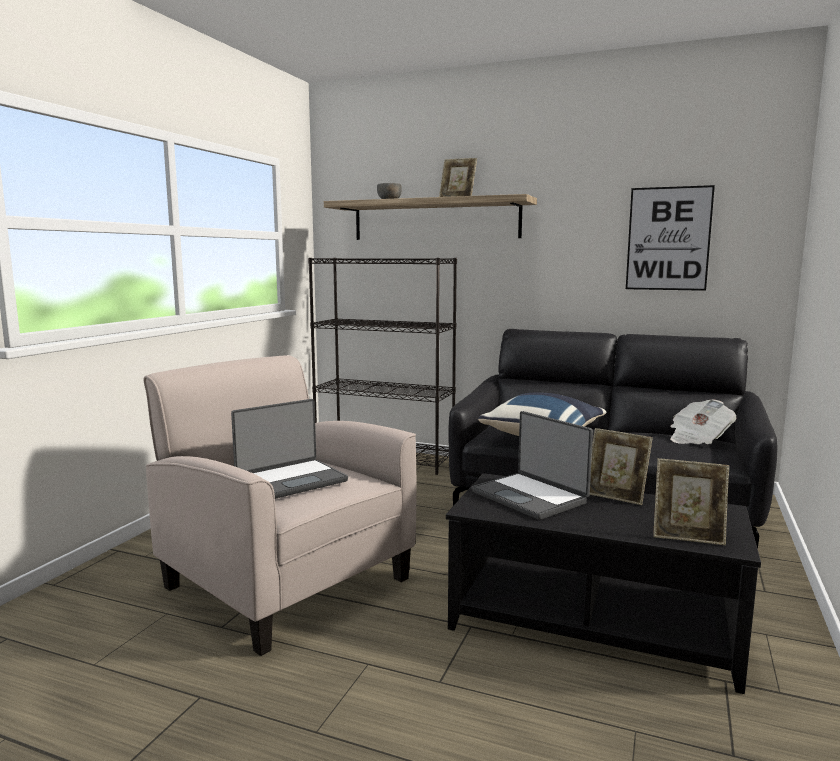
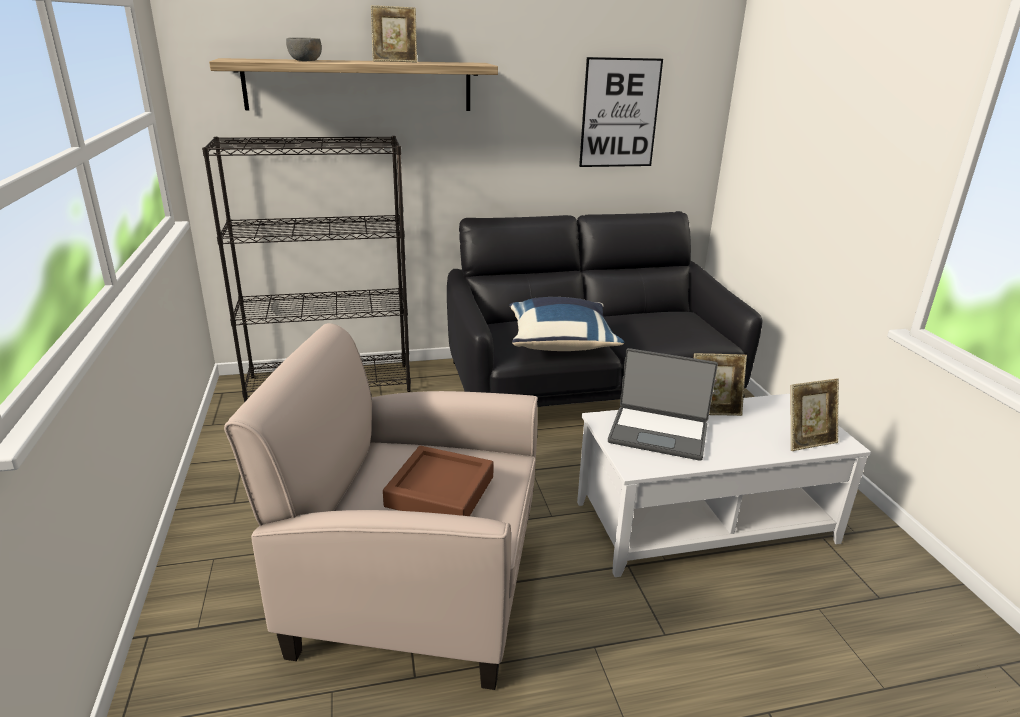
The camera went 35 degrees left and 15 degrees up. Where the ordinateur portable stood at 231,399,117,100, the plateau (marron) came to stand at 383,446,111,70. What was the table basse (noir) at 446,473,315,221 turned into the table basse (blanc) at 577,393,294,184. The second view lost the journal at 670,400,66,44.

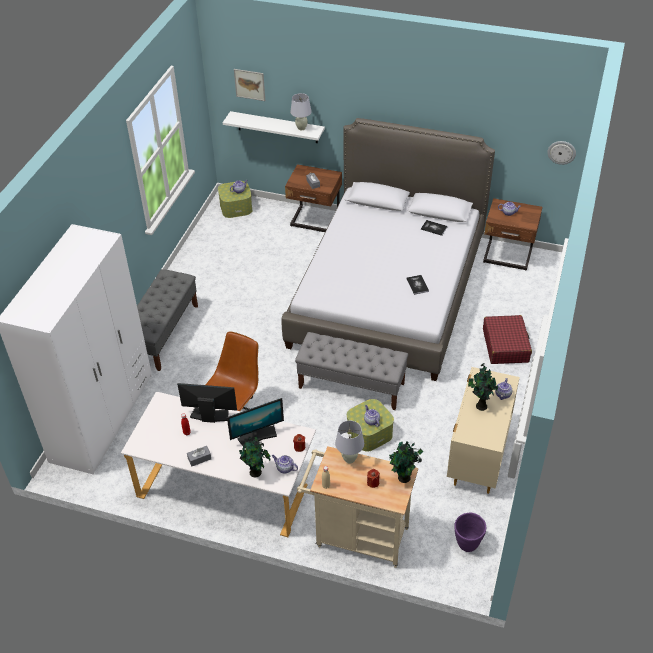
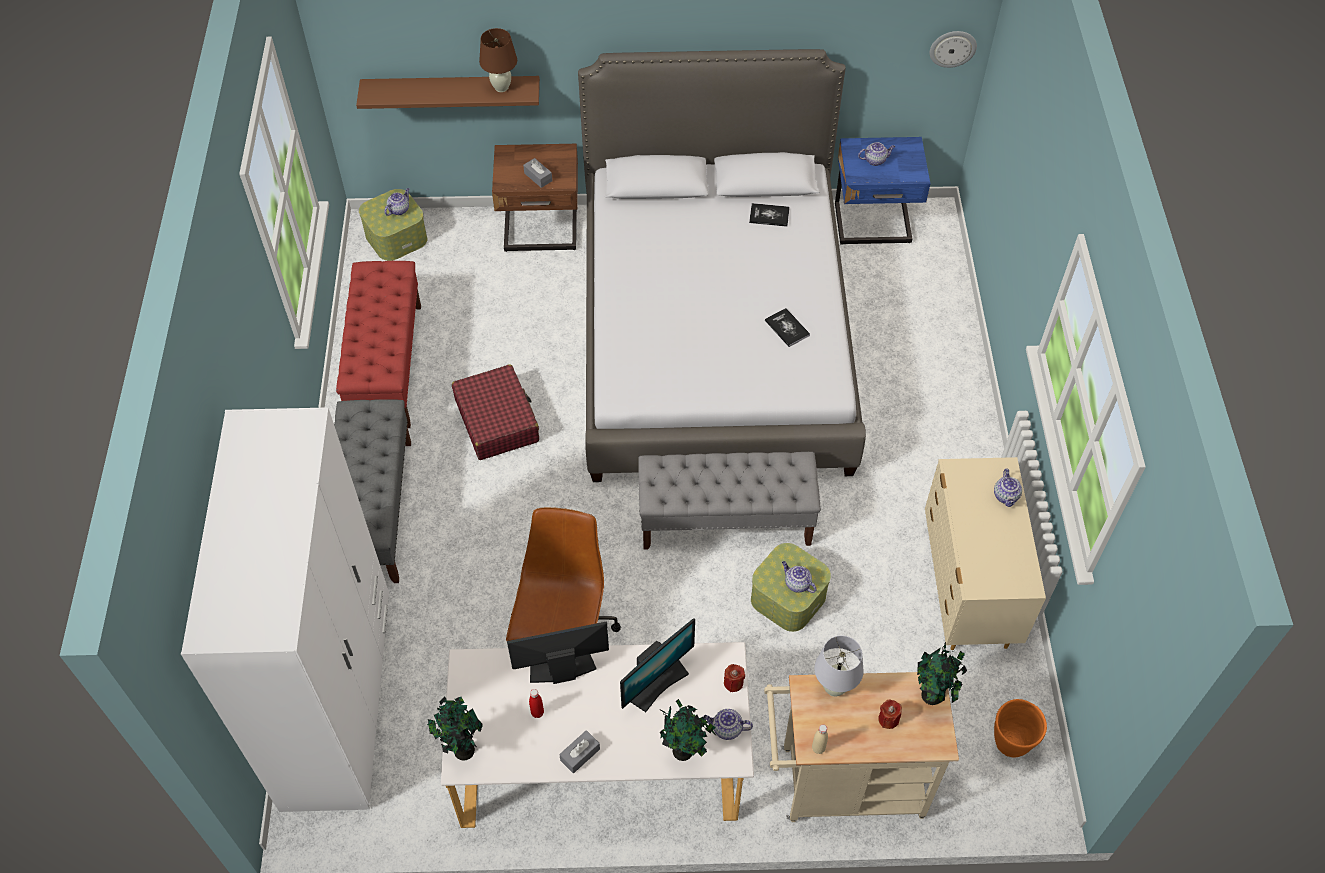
The camera went 20 degrees left and 10 degrees up. The second view gained the banc (rouge) at 336,261,85,167. What was the étagère (blanc) at 223,111,102,32 turned into the étagère (marron) at 356,76,184,33. The plante en pot ended up elsewhere, having gone from 468,363,30,48 to 427,696,56,65. The valise (rouge) ended up elsewhere, having gone from 483,315,49,49 to 452,364,87,96. What was the lampe de table (blanc) at 290,93,22,38 turned into the lampe de table (marron) at 479,28,38,64. What was the table de chevet (marron) at 483,198,59,73 turned into the table de chevet (bleu) at 835,137,96,108. What was the cache-pot (violet) at 454,513,32,39 turned into the cache-pot (orange) at 994,699,53,59. The second view lost the tableau at 234,69,31,32.

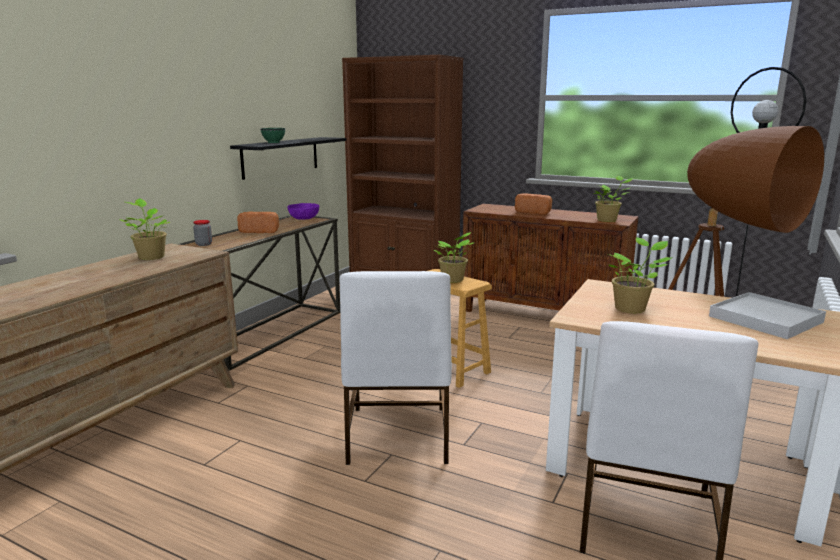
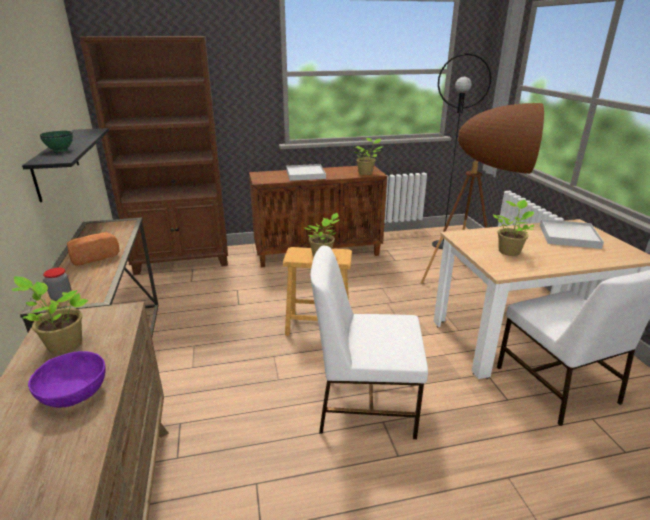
The camera went 40 degrees left and 10 degrees up. The bol (violet) ended up elsewhere, having gone from 287,203,32,17 to 28,351,78,57. Where the pain stood at 515,194,37,21, the plateau (blanc) came to stand at 286,164,40,17. The chaise (blanc) at 340,271,112,194 ended up facing another way, 135 degrees clockwise from before.

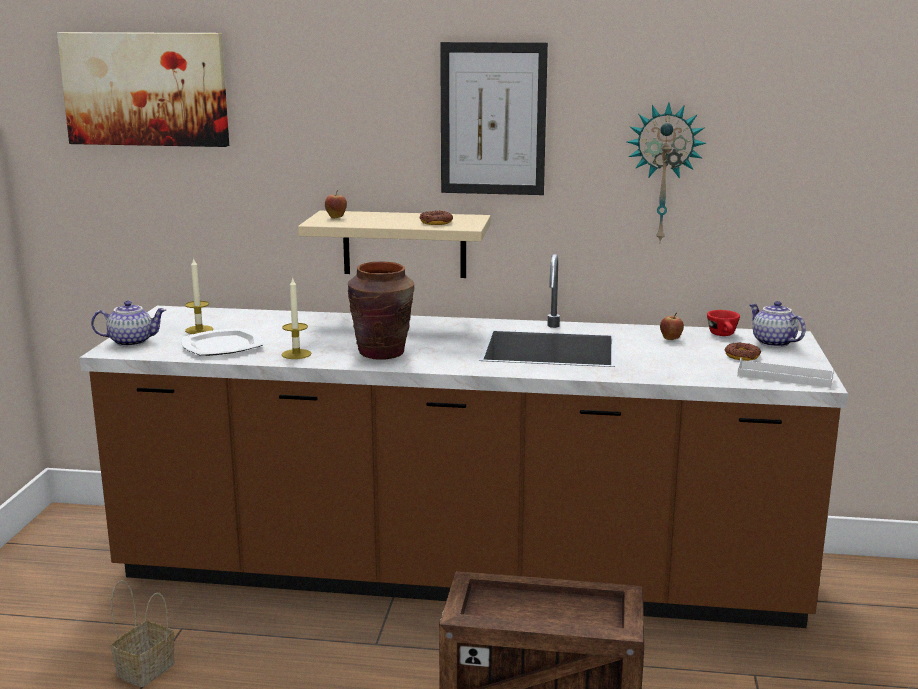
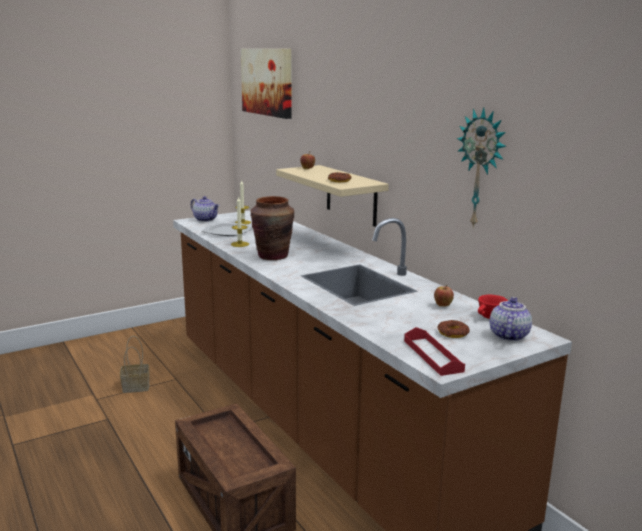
The camera went 50 degrees right and 0 degrees up. What was the plateau (blanc) at 737,357,96,31 turned into the plateau (rouge) at 404,327,61,49. The second view lost the tableau at 440,42,108,153.

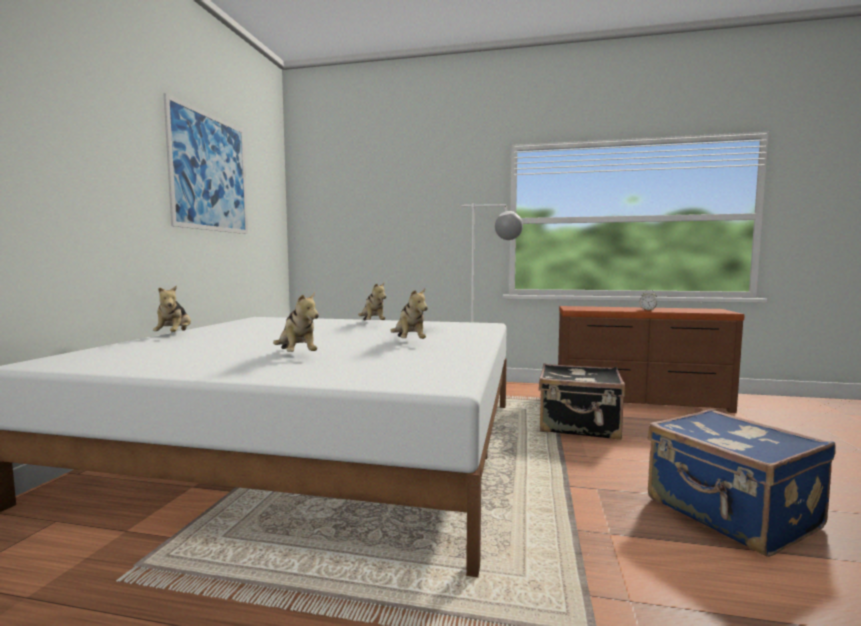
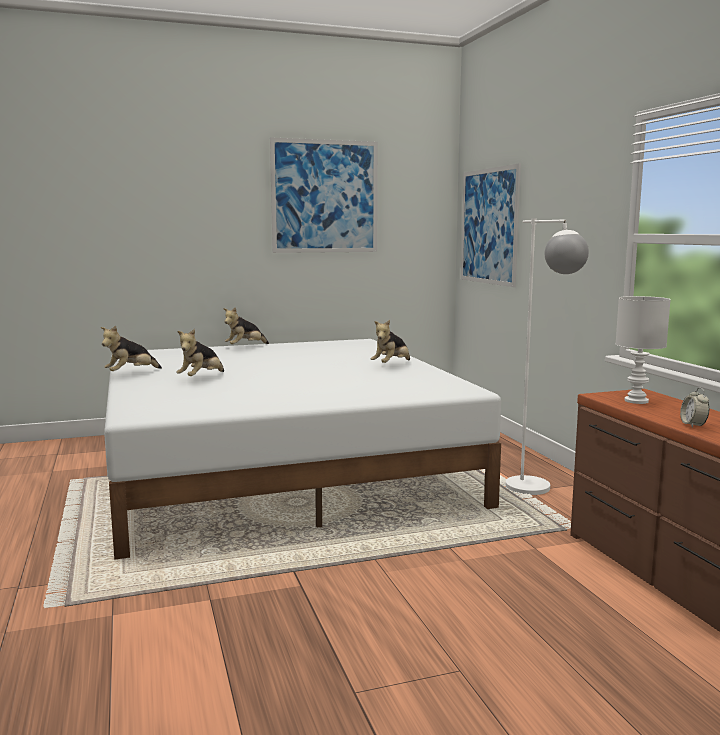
The camera went 60 degrees right and 5 degrees up. The peluche ended up elsewhere, having gone from 390,288,38,51 to 101,326,61,45. The second view gained the tableau at 461,163,60,124. The second view gained the lampe de table (blanc) at 615,296,56,108. The second view lost the valise (noir) at 539,363,86,77. The second view lost the valise (bleu) at 648,409,188,148.

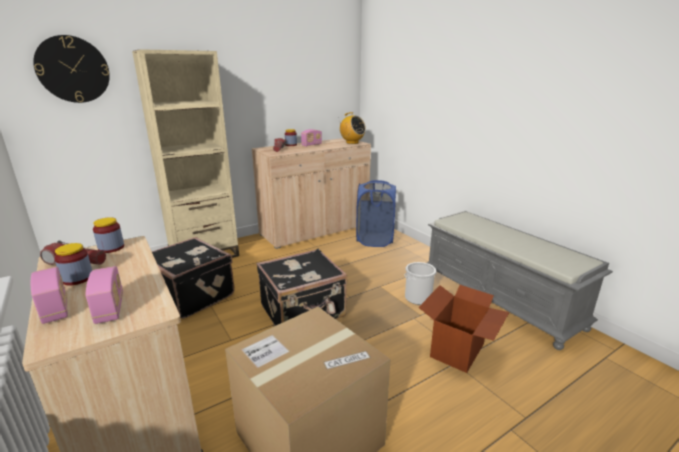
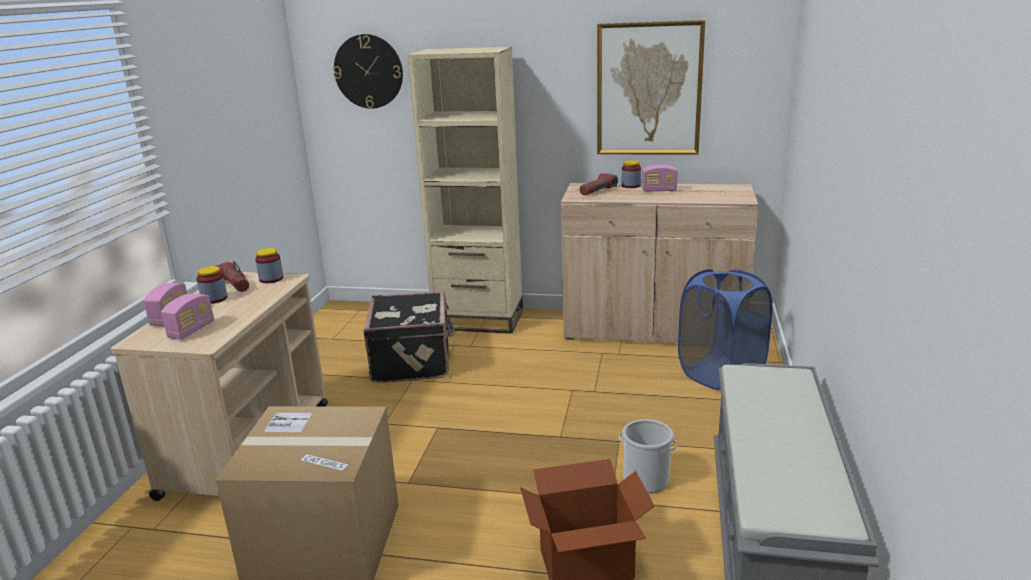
The camera went 45 degrees right and 0 degrees up. The second view gained the tableau at 597,20,108,134. The second view lost the valise (noir) at 257,249,90,77. The second view lost the radio at 340,112,26,32.

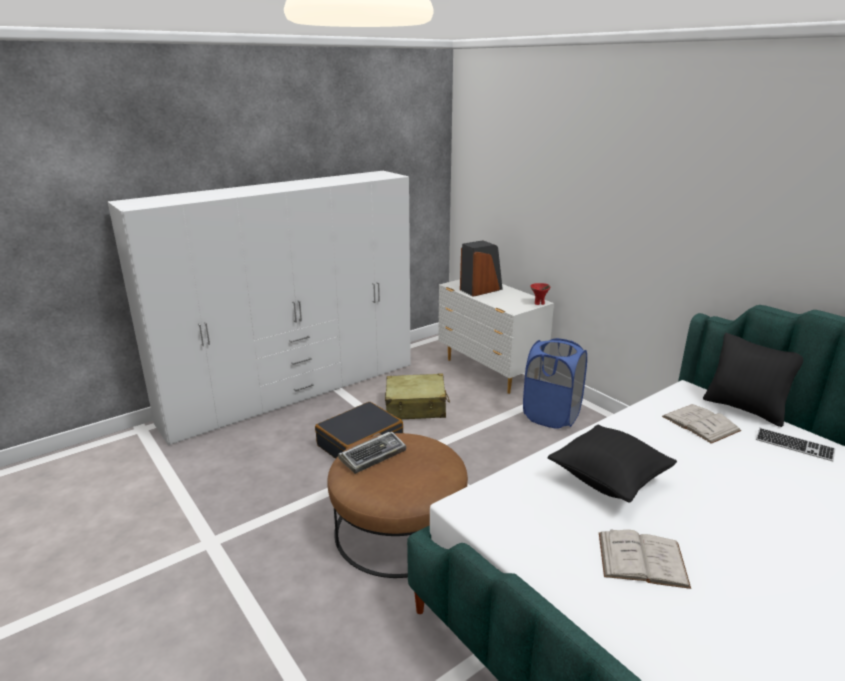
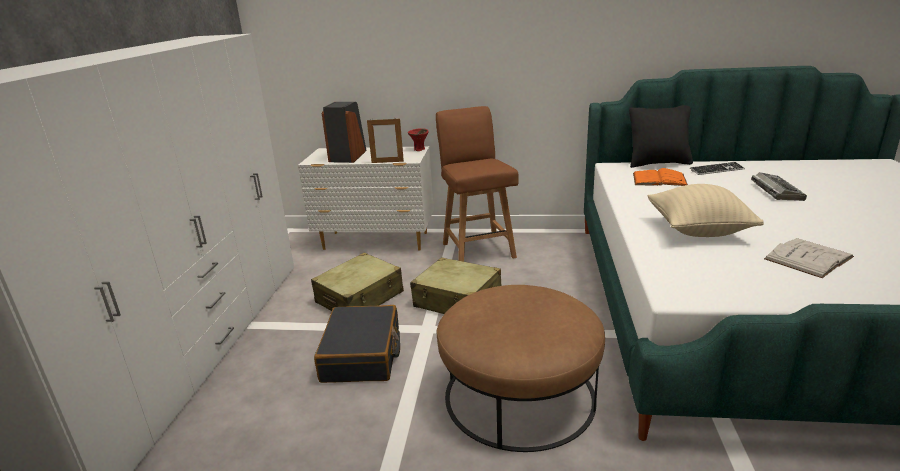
The camera went 45 degrees left and 0 degrees up. The second view gained the cadre photo at 367,117,37,46. The second view gained the valise (beige) at 410,257,91,57. Where the panier à linge (bleu) stood at 523,338,64,91, the chaise (marron) came to stand at 436,106,83,156. What was the livre (blanc) at 662,404,79,40 turned into the livre (orange) at 633,168,55,18. What was the coussin (noir) at 548,425,129,78 turned into the coussin (beige) at 648,184,116,53. The clavier ended up elsewhere, having gone from 338,432,68,42 to 751,172,56,29.

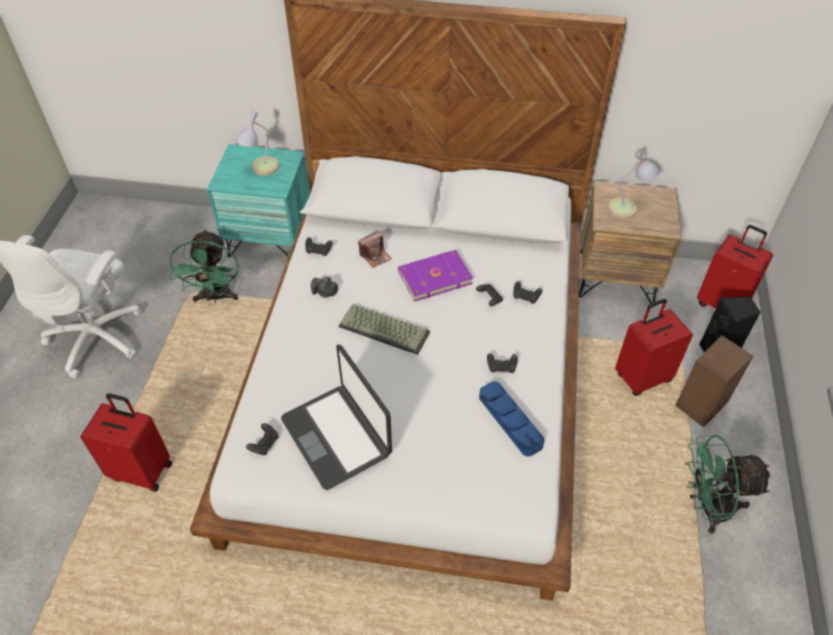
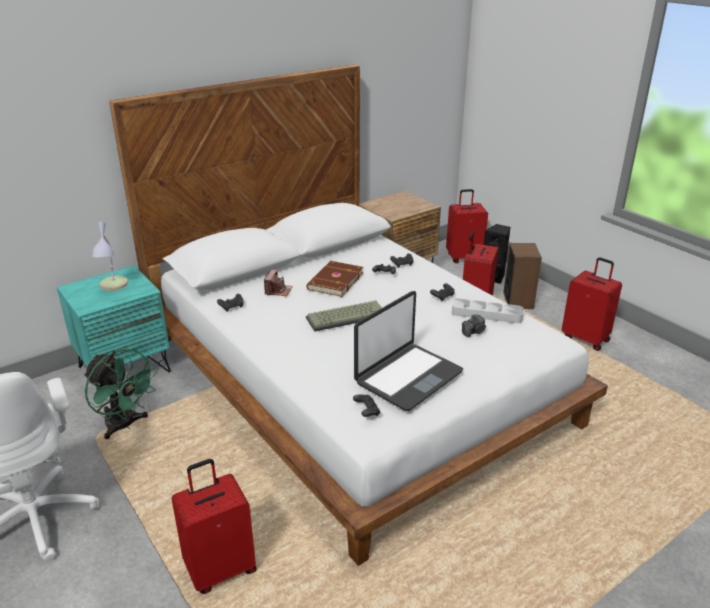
The camera went 45 degrees left and 20 degrees down. What was the livre (violet) at 398,250,75,52 turned into the livre (marron) at 307,261,56,36. The ordinateur portable at 281,344,111,146 ended up facing another way, 60 degrees counterclockwise from before. What was the plateau (bleu) at 479,381,66,75 turned into the plateau (gris) at 452,298,72,25. The appareil photo ended up elsewhere, having gone from 311,277,27,21 to 462,314,24,23. Where the ventilateur (vert) stood at 685,435,85,99, the valise (rouge) came to stand at 562,257,60,94. The second view lost the lampe de table at 608,149,51,70.

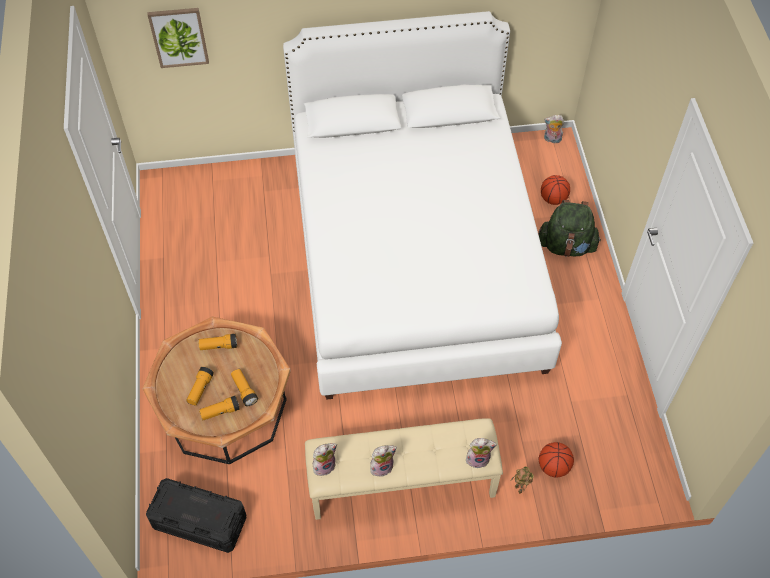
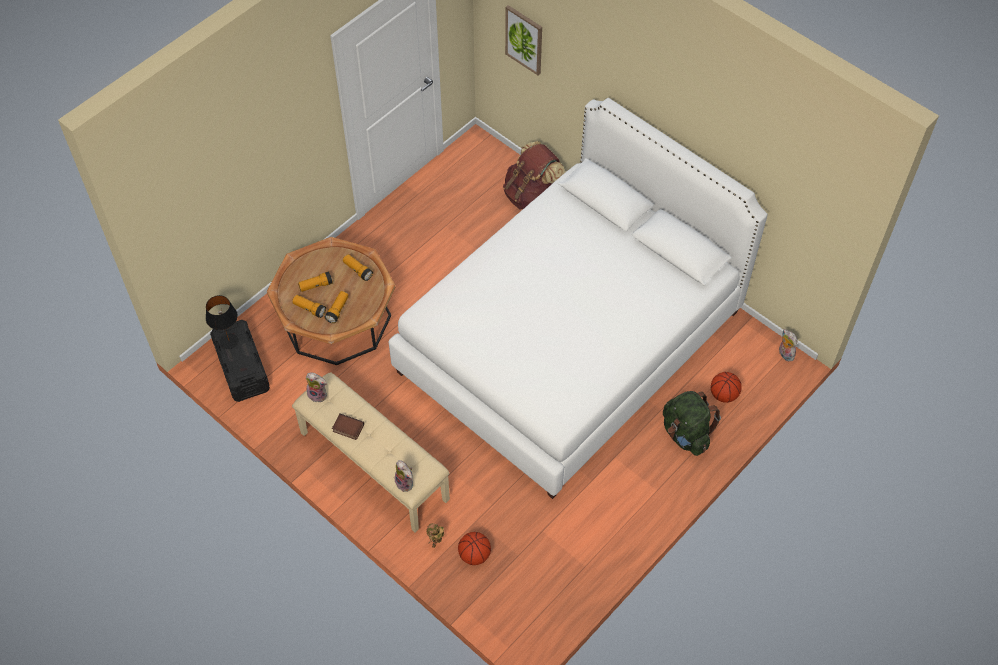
The camera went 50 degrees right and 0 degrees up. The second view gained the lampe de table (noir) at 206,295,32,54. Where the peluche stood at 370,445,27,32, the livre came to stand at 332,414,32,26. The second view gained the sac à dos (marron) at 503,141,62,68.

